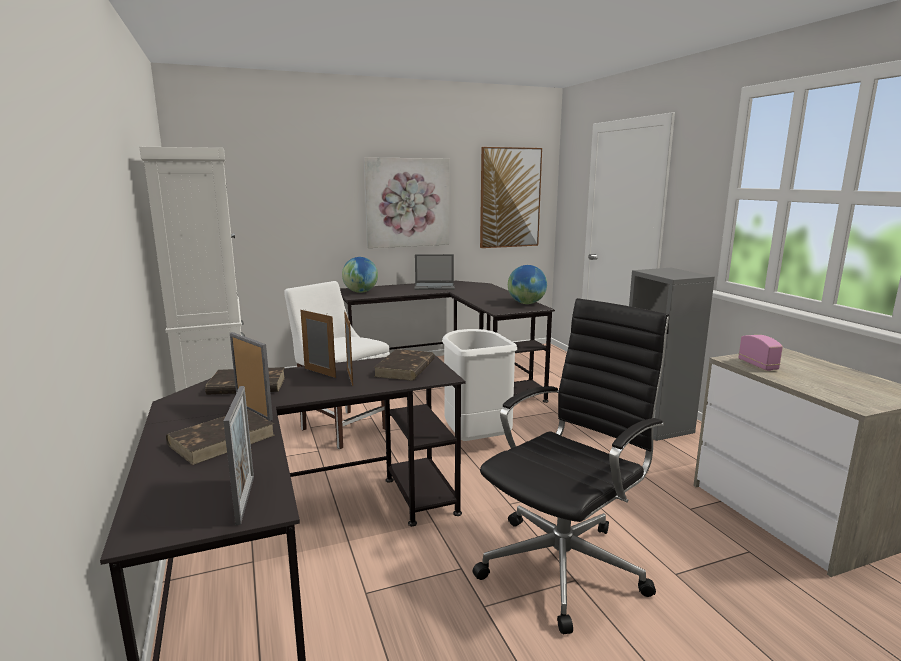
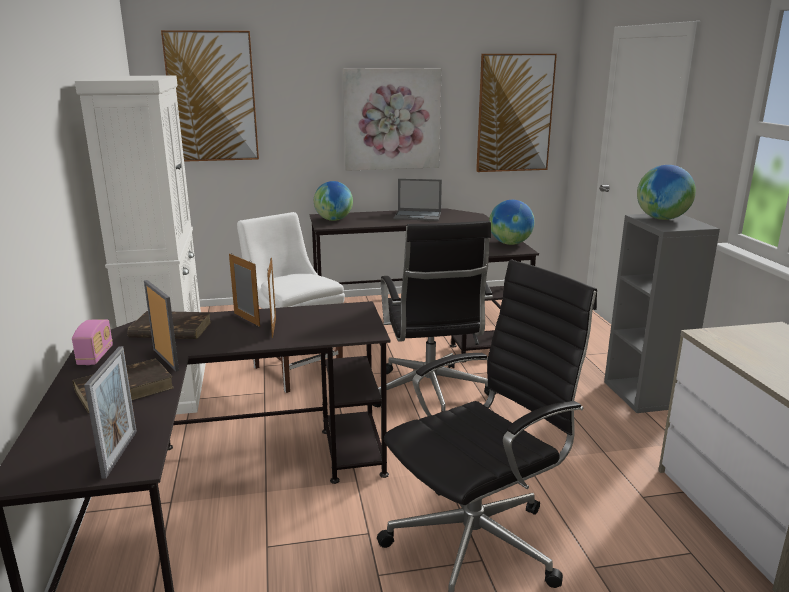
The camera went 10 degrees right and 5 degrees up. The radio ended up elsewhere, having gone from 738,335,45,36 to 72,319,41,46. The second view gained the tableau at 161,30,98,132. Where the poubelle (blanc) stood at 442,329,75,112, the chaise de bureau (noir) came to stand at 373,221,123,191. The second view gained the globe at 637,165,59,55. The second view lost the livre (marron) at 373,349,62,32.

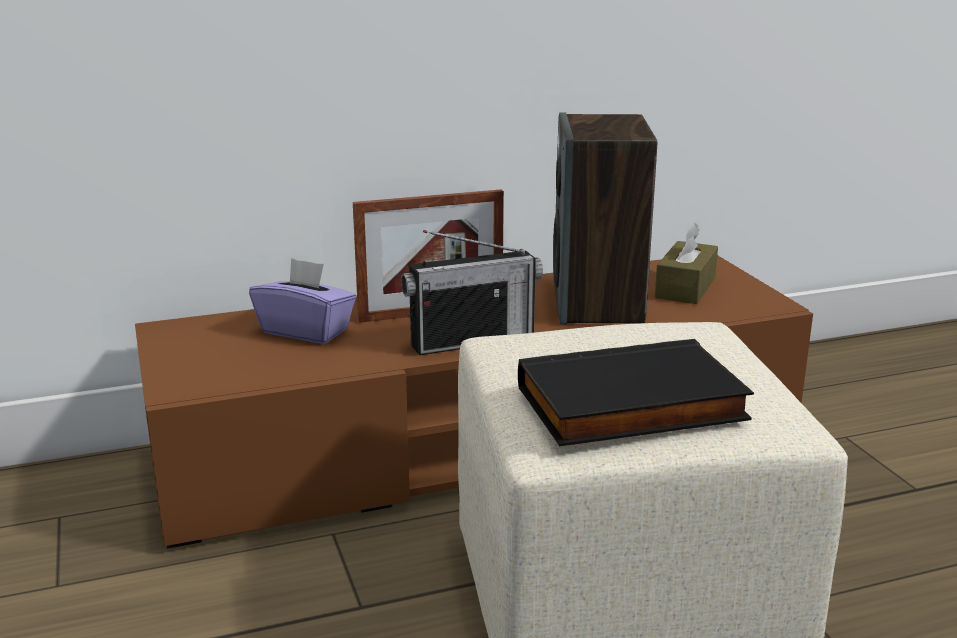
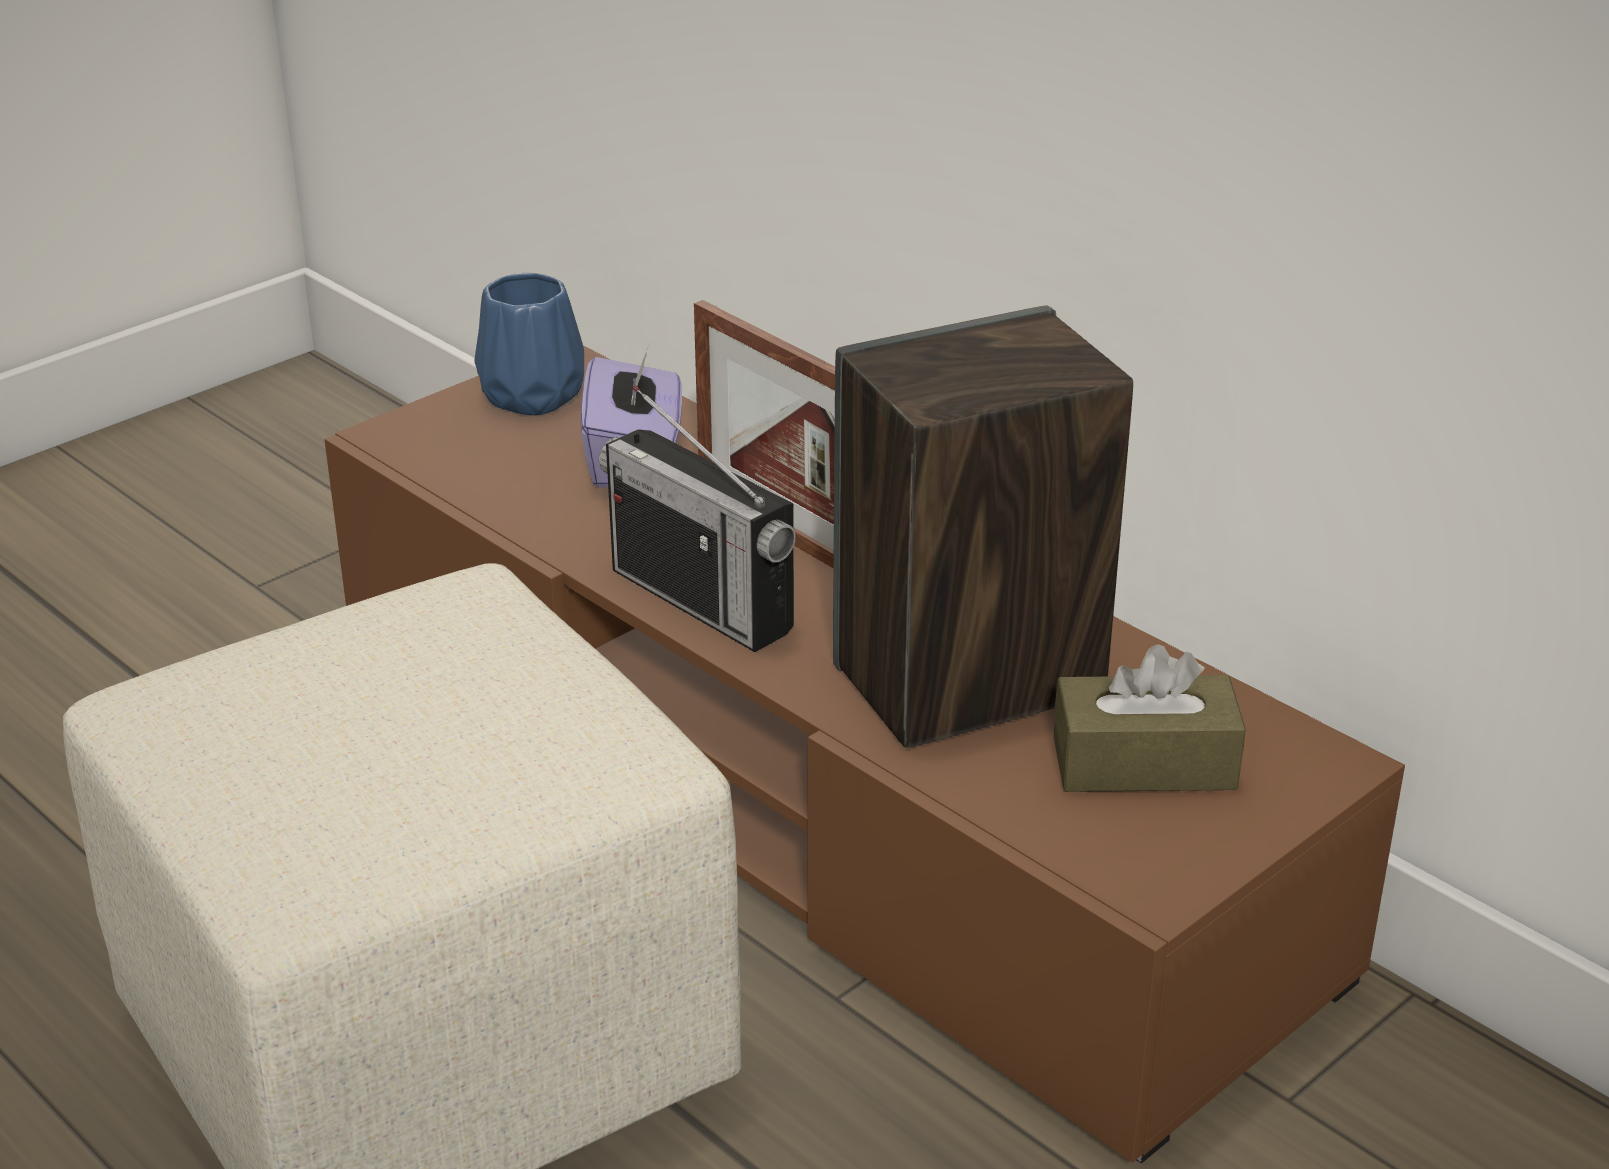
The camera went 65 degrees right and 10 degrees up. The second view gained the vase (bleu) at 474,273,110,142. The second view lost the livre (noir) at 518,339,236,107.

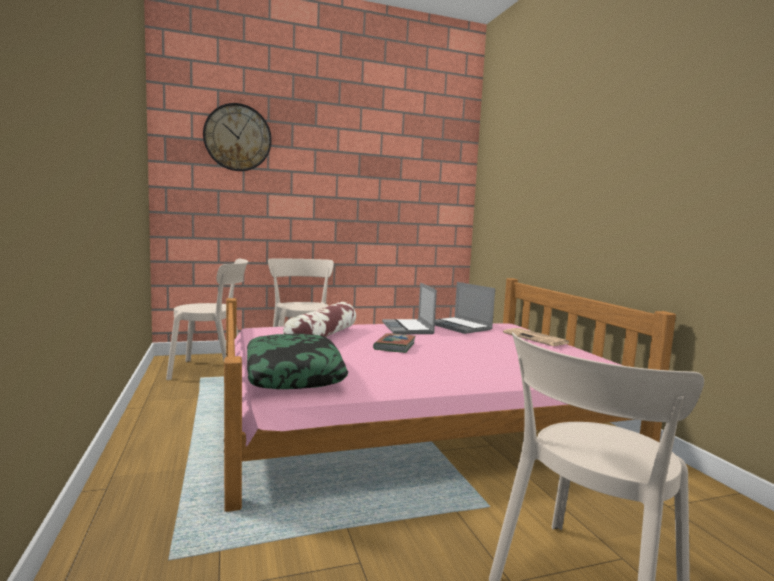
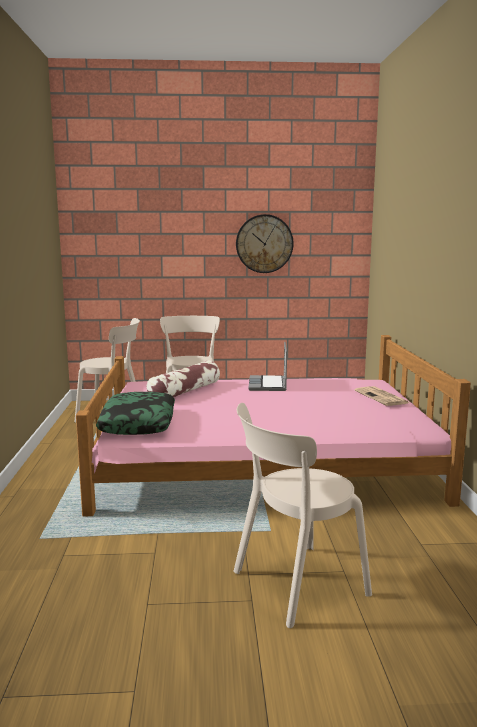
The camera went 15 degrees right and 5 degrees up. The horloge murale ended up elsewhere, having gone from 203,103,69,68 to 236,214,58,59. The second view lost the livre at 373,333,43,20. The second view lost the ordinateur portable at 435,282,60,52.

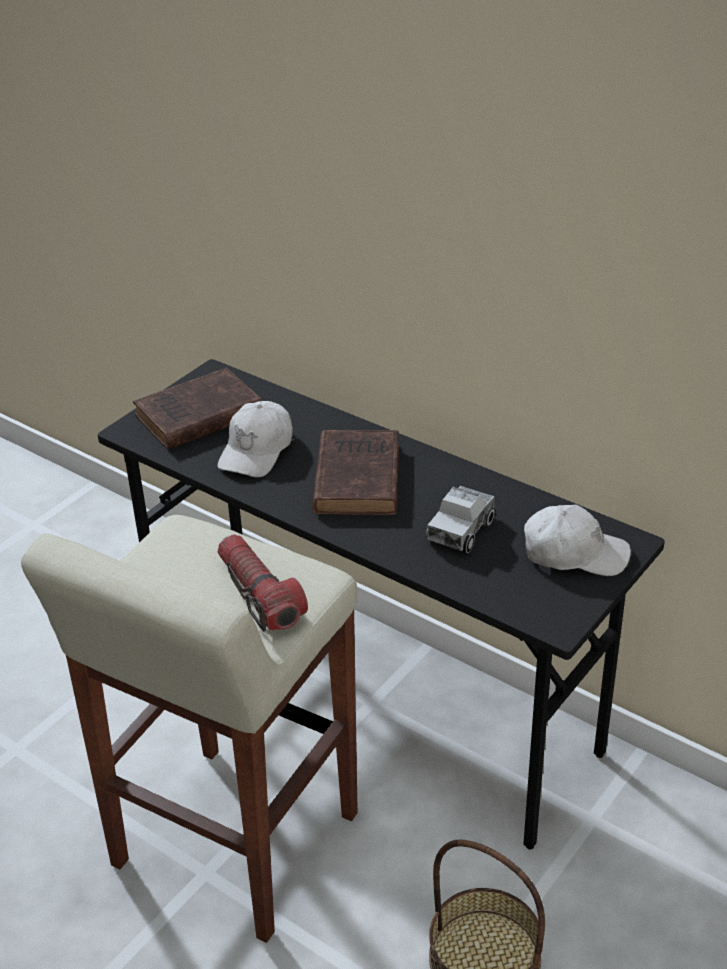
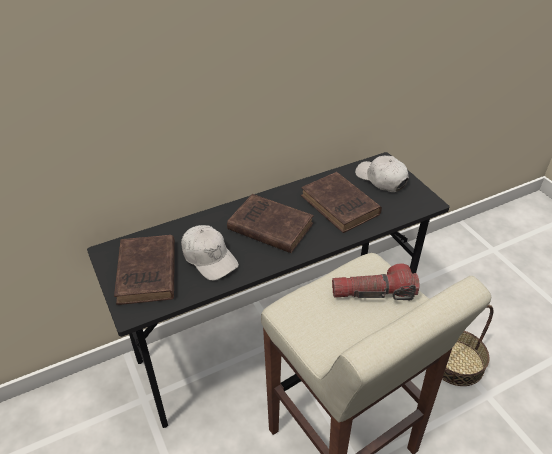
The camera went 65 degrees left and 5 degrees up. Where the camion jouet stood at 426,486,69,67, the livre (marron) came to stand at 301,172,81,61. The casquette (blanc) at 524,505,107,71 ended up facing another way, 75 degrees counterclockwise from before.

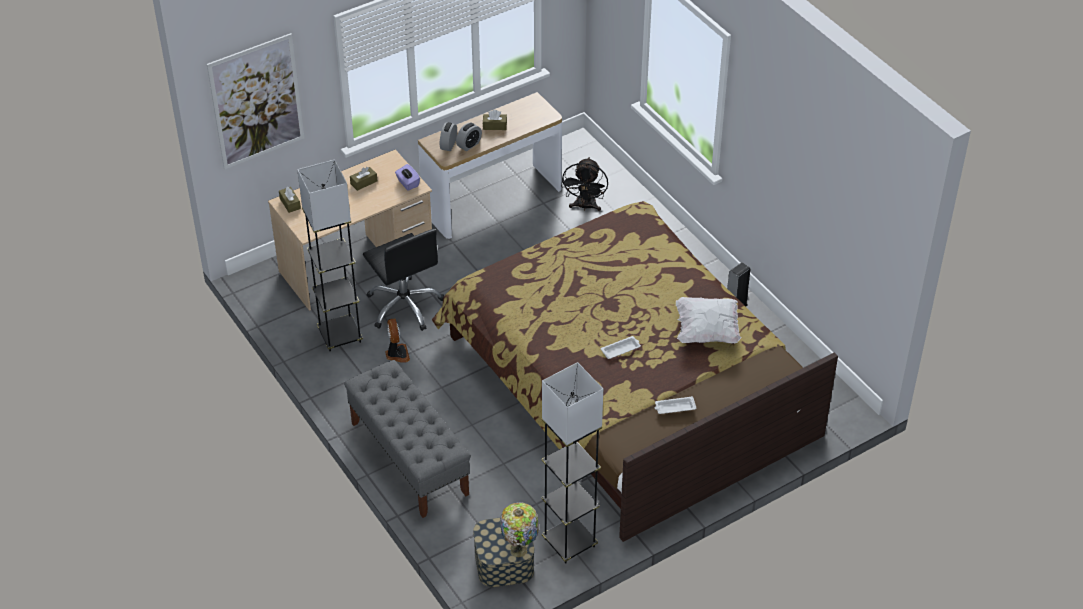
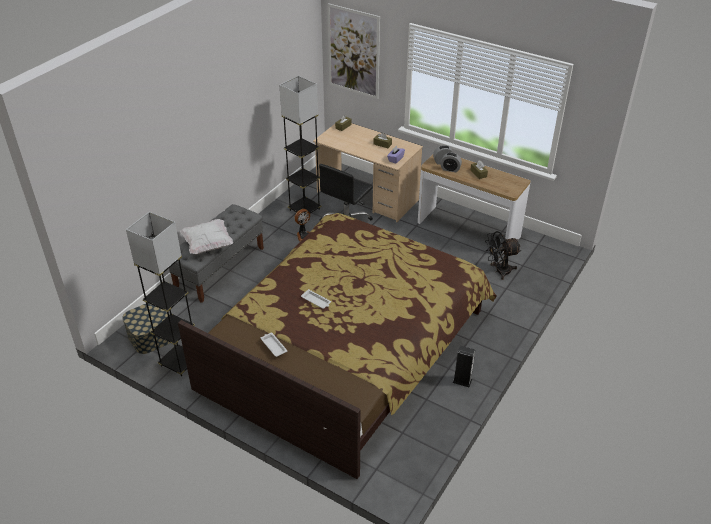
The camera went 65 degrees right and 5 degrees down. The coussin (blanc) ended up elsewhere, having gone from 676,297,65,46 to 180,219,53,36. The second view lost the lampe de table at 500,502,39,56.

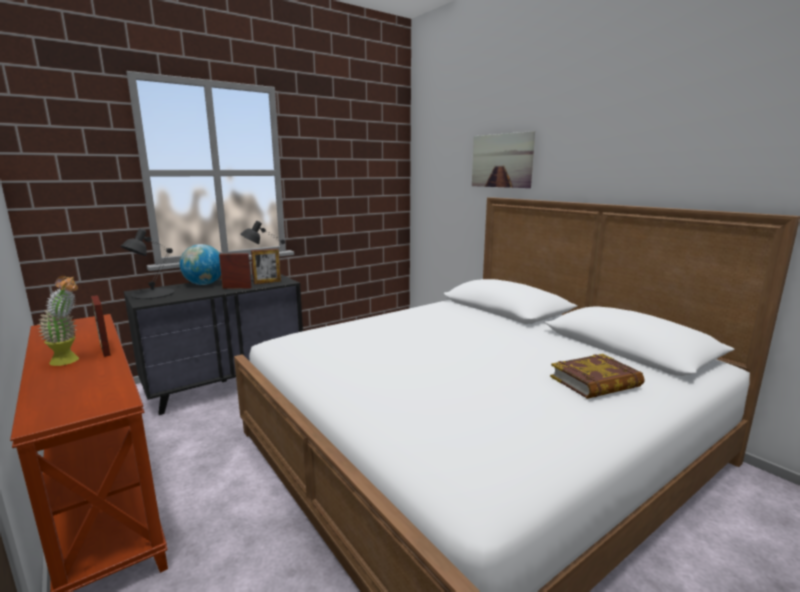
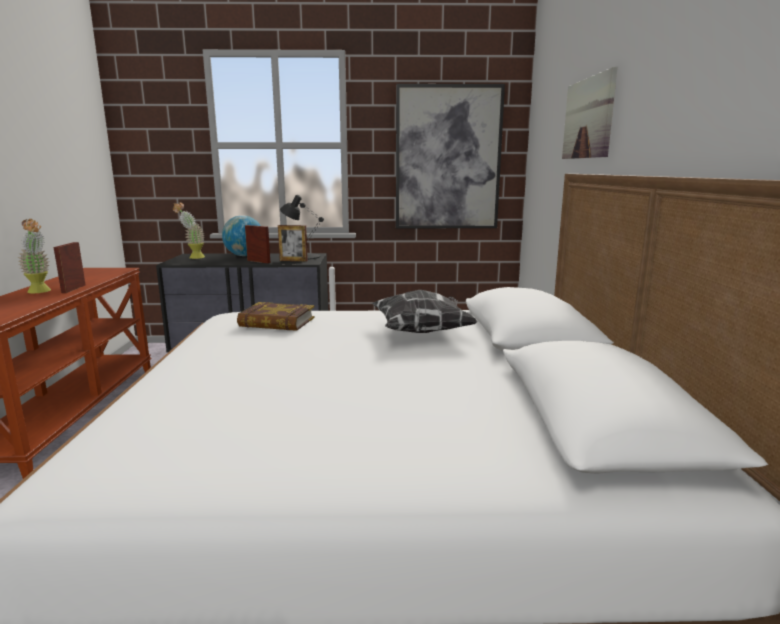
The camera went 35 degrees right and 0 degrees up. Where the lampe de table (noir) stood at 121,229,54,70, the plante en pot came to stand at 173,203,32,56. The livre ended up elsewhere, having gone from 550,354,95,45 to 237,302,77,29. The second view gained the coussin at 372,290,106,43. The second view gained the tableau at 396,84,109,144.

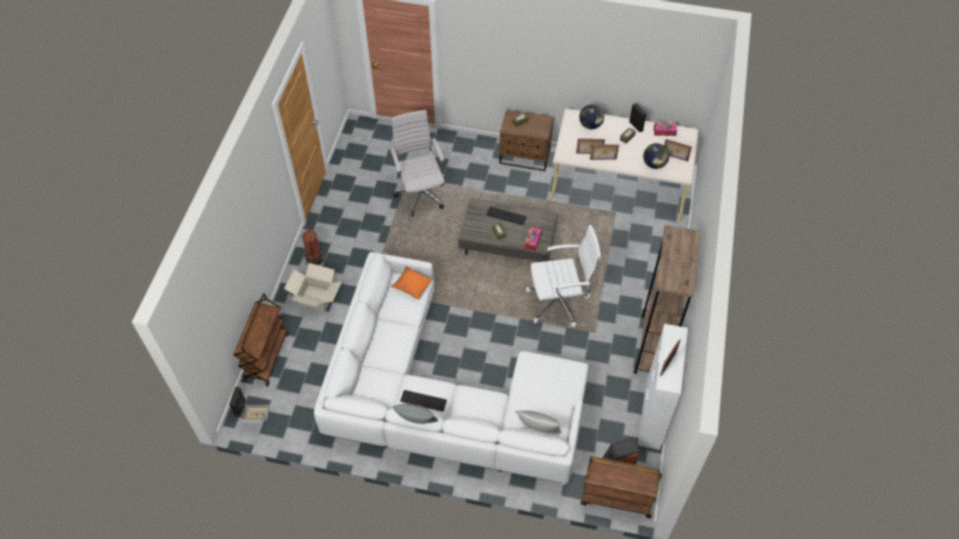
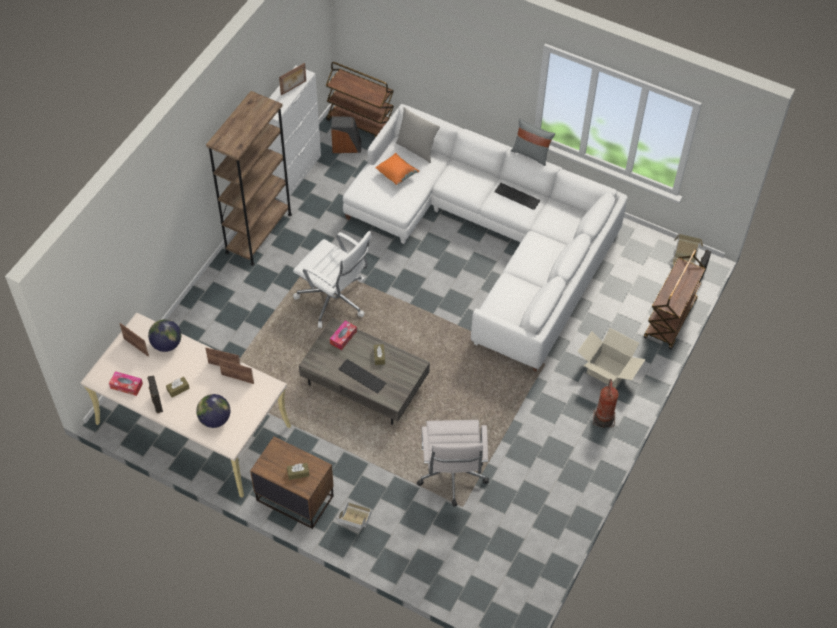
The camera went 165 degrees left and 0 degrees up. The chaise de bureau (blanc) at 526,225,75,103 ended up facing another way, 150 degrees counterclockwise from before. The second view gained the carton at 336,502,36,27. The coussin (orange) ended up elsewhere, having gone from 391,267,41,33 to 375,153,44,32.

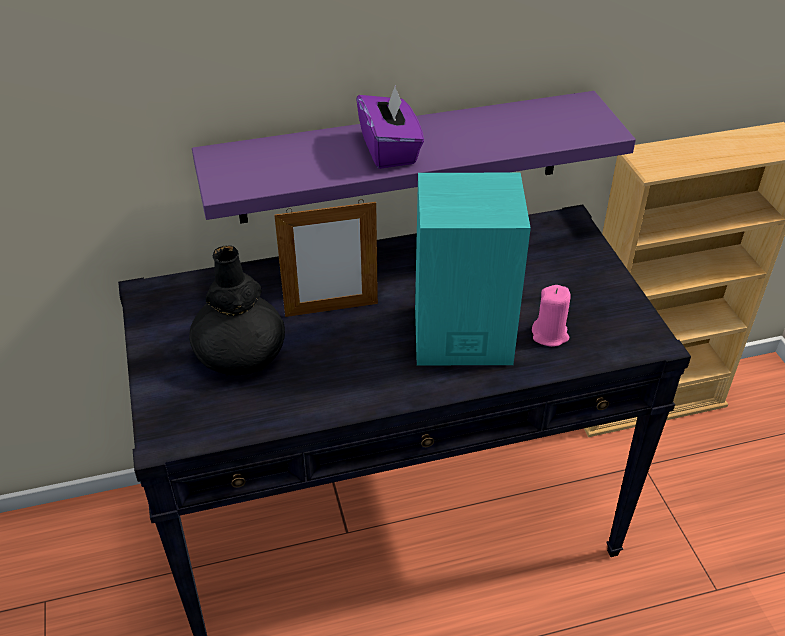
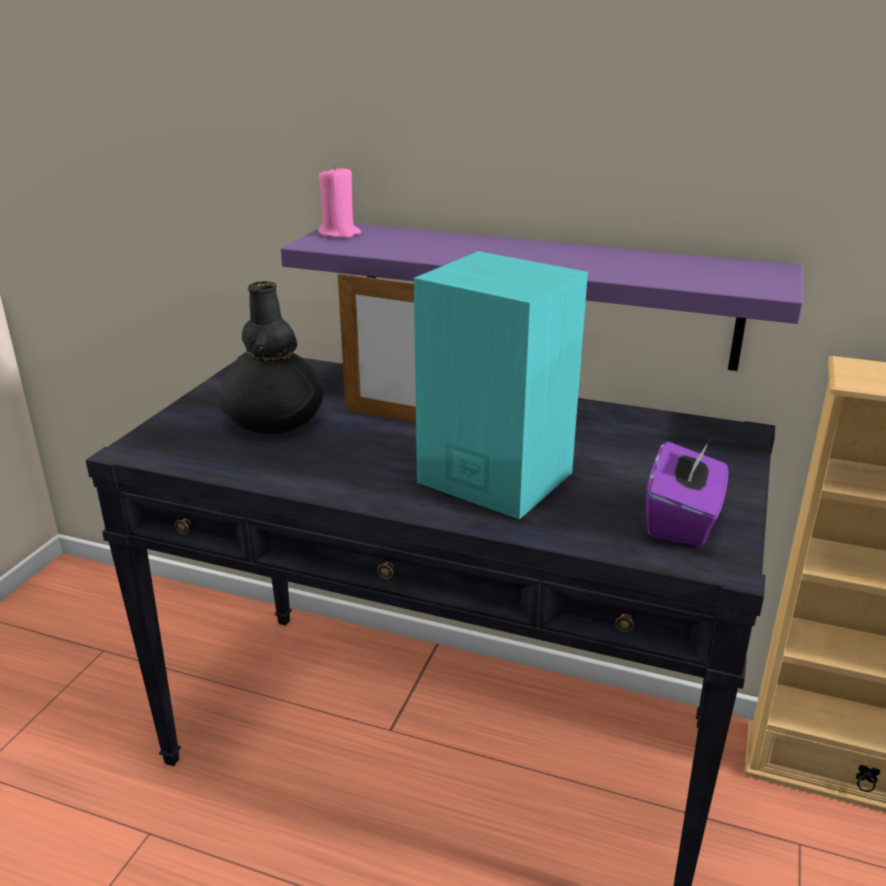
The camera went 35 degrees right and 15 degrees down. The bougie (rose) ended up elsewhere, having gone from 532,285,39,62 to 318,164,43,74. The boîte à mouchoirs (violet) ended up elsewhere, having gone from 356,84,68,85 to 646,441,83,105.

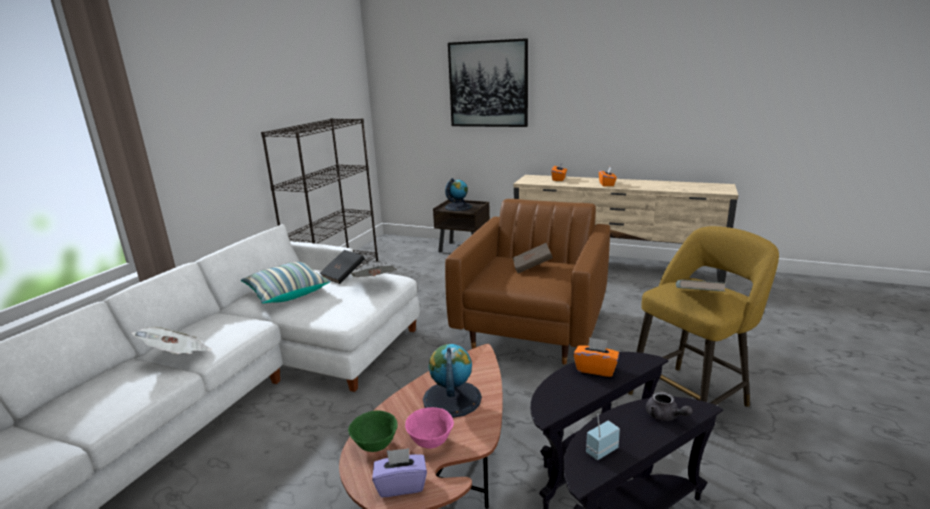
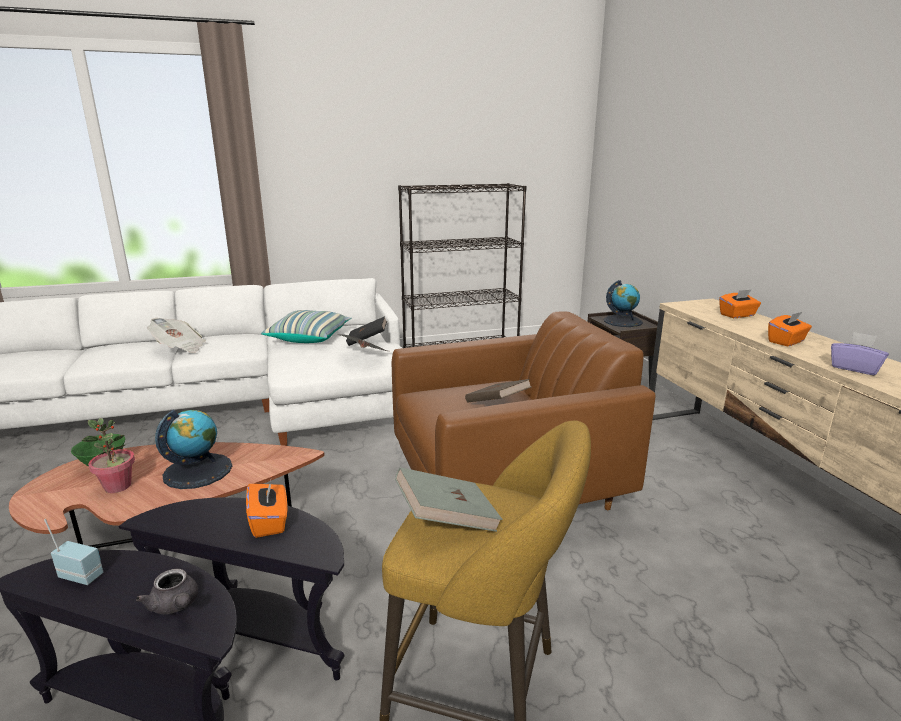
The camera went 50 degrees right and 0 degrees up. Where the bol (rose) stood at 405,407,49,42, the plante en pot came to stand at 82,418,53,75. The théière (gris) at 646,391,47,30 ended up facing another way, 60 degrees counterclockwise from before. The boîte à mouchoirs (violet) ended up elsewhere, having gone from 372,448,55,49 to 831,332,58,43. The second view lost the tableau at 448,38,80,89.

